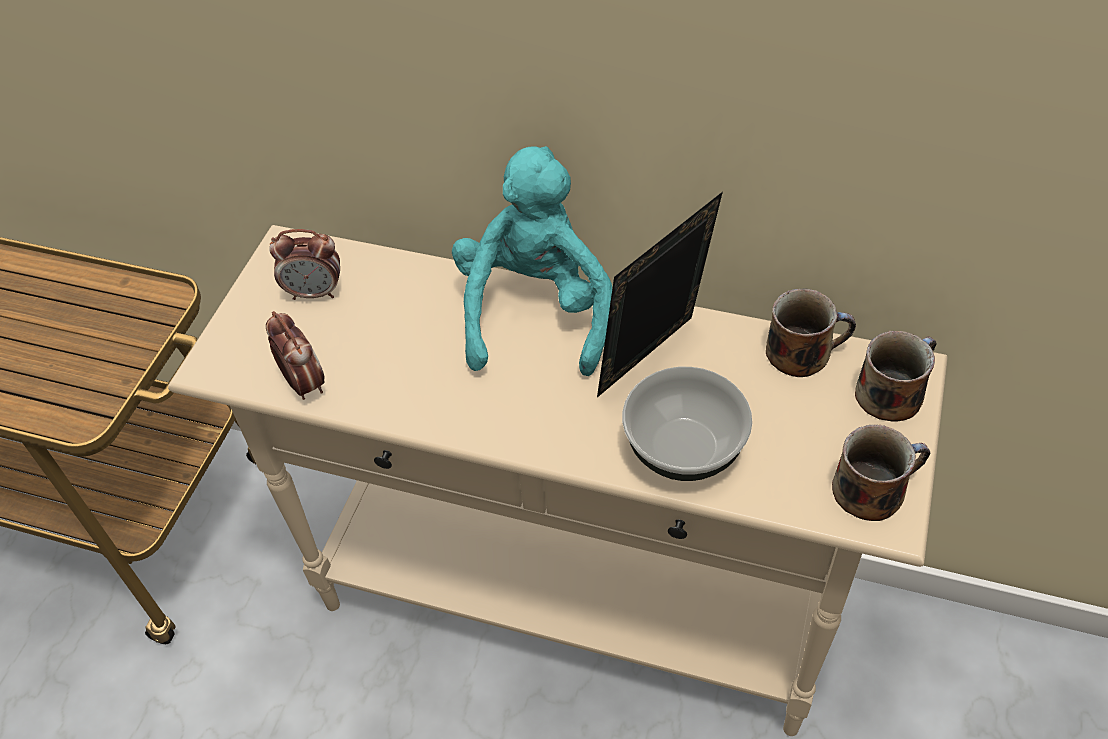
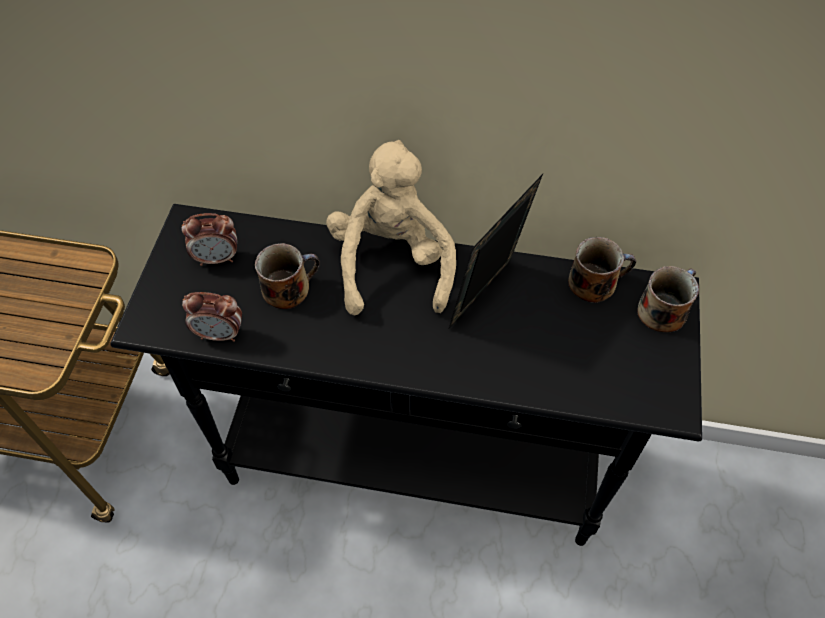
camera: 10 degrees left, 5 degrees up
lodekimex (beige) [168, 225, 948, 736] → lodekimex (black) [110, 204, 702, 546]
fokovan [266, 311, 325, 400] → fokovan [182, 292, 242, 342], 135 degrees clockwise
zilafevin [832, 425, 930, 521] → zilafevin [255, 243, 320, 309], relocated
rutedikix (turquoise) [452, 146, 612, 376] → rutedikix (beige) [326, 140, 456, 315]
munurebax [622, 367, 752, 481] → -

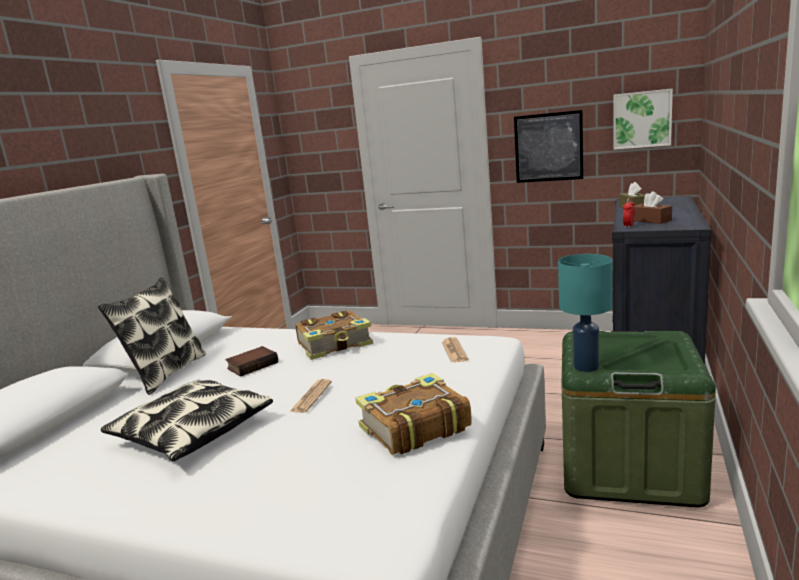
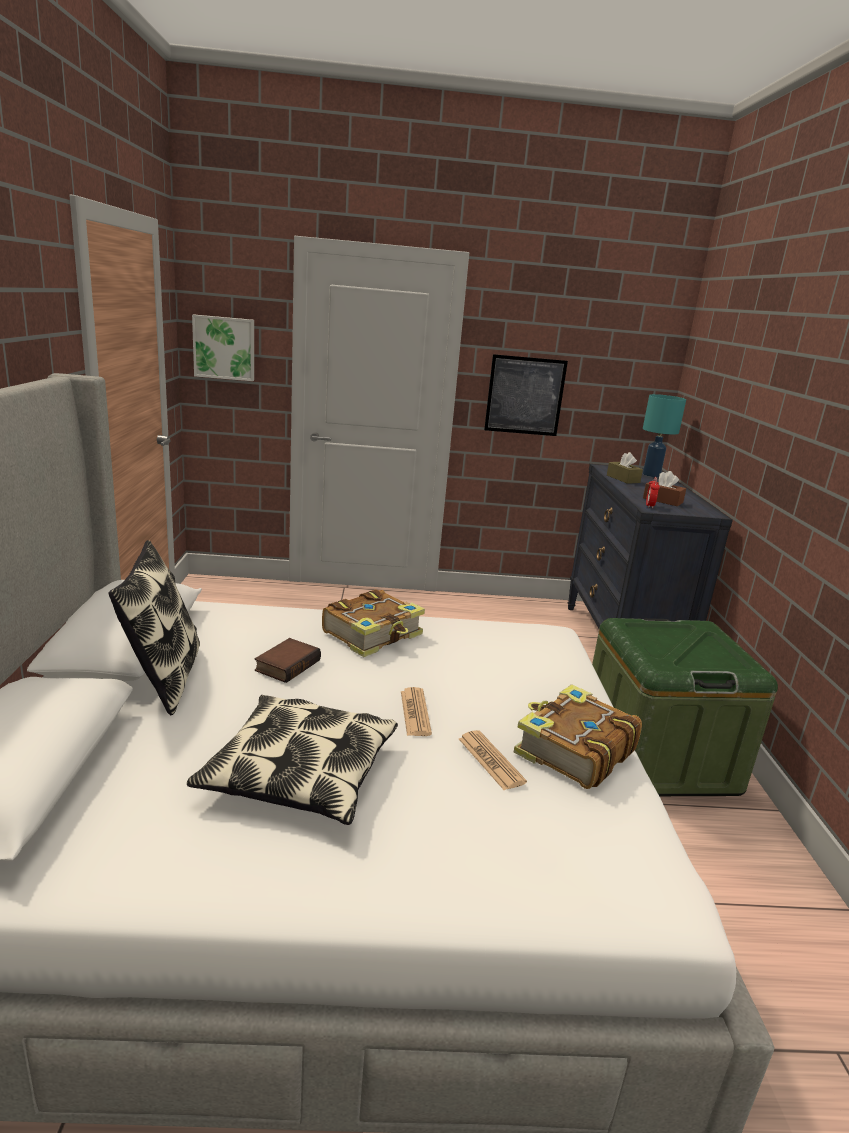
camera: 25 degrees left, 5 degrees up
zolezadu [613, 88, 673, 150] → zolezadu [192, 315, 254, 381], relocated
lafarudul [442, 337, 468, 363] → lafarudul [459, 730, 527, 790], relocated
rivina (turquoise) [558, 254, 613, 372] → rivina (turquoise) [643, 394, 686, 477], relocated

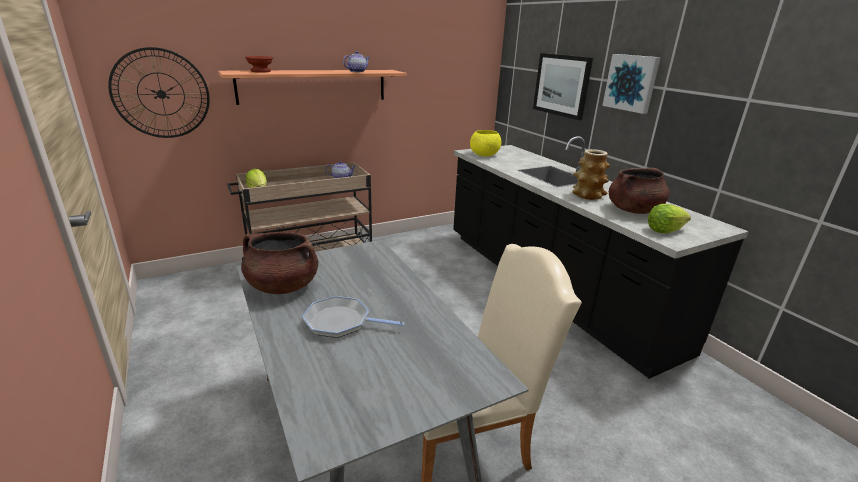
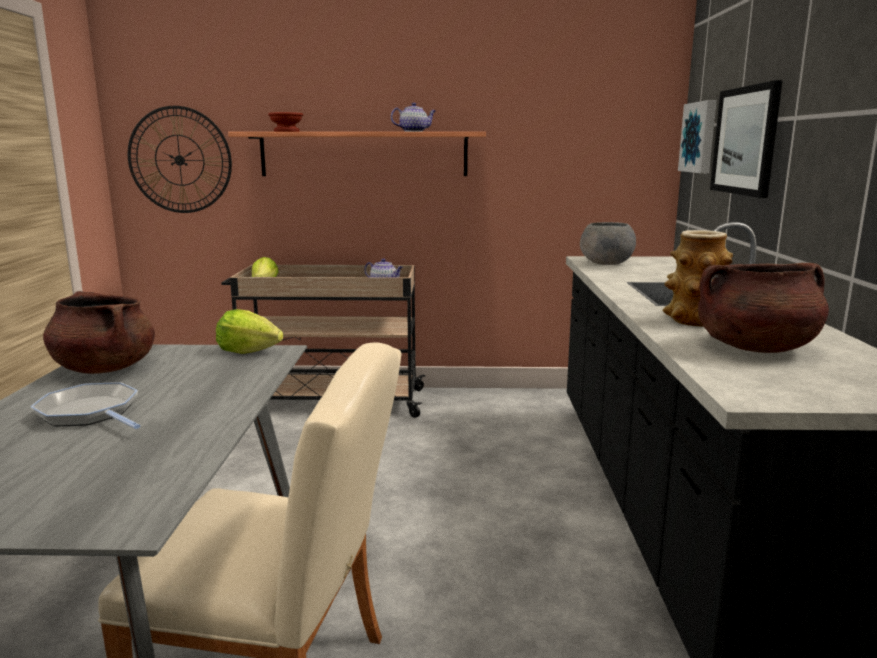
camera: 30 degrees right, 10 degrees down
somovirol [648, 204, 691, 233] → somovirol [216, 309, 283, 354], relocated
munurebax (yellow) [470, 130, 501, 156] → munurebax (grey) [580, 222, 636, 265]
zolezadu [602, 54, 661, 114] → zolezadu [678, 100, 717, 173], relocated

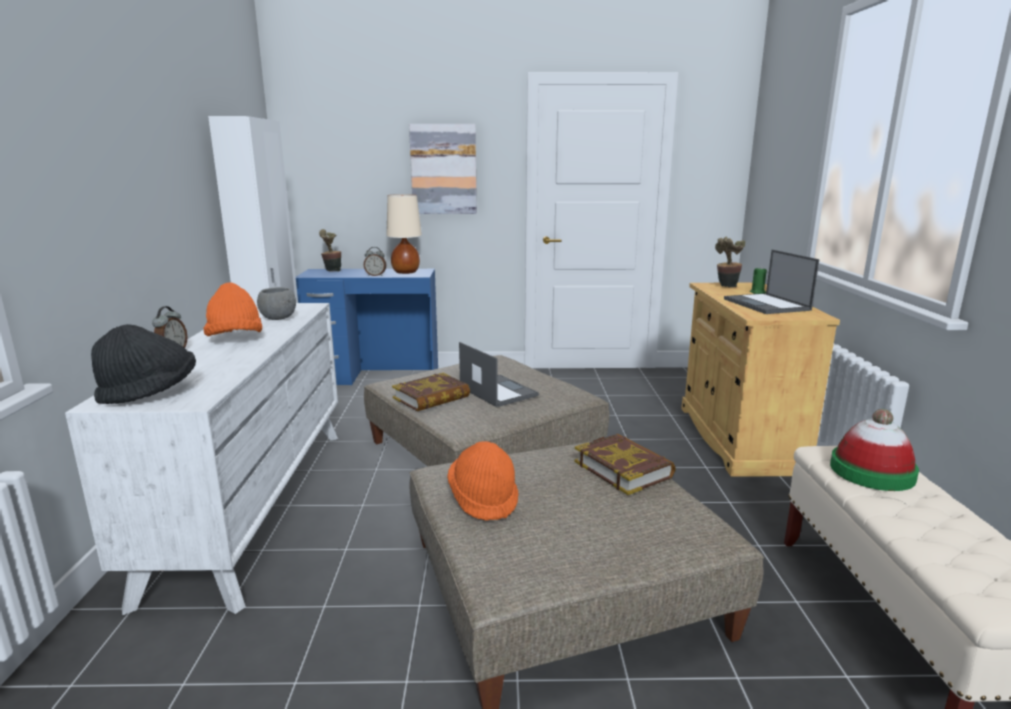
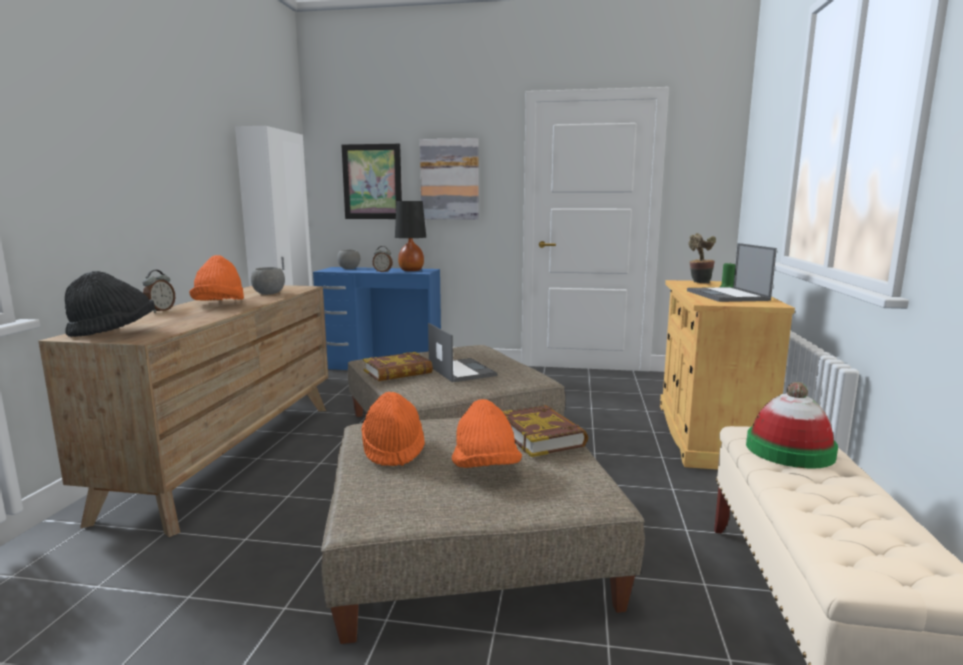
camera: 10 degrees right, 5 degrees down
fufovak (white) [65, 303, 338, 615] → fufovak (brown) [38, 285, 328, 537]
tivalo [319, 229, 341, 272] → munurebax (grey) [337, 249, 360, 269]
- → zolezadu [341, 144, 402, 219]
rivina (beige) [386, 194, 422, 274] → rivina (black) [395, 201, 426, 271]
- → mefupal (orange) [452, 399, 522, 468]

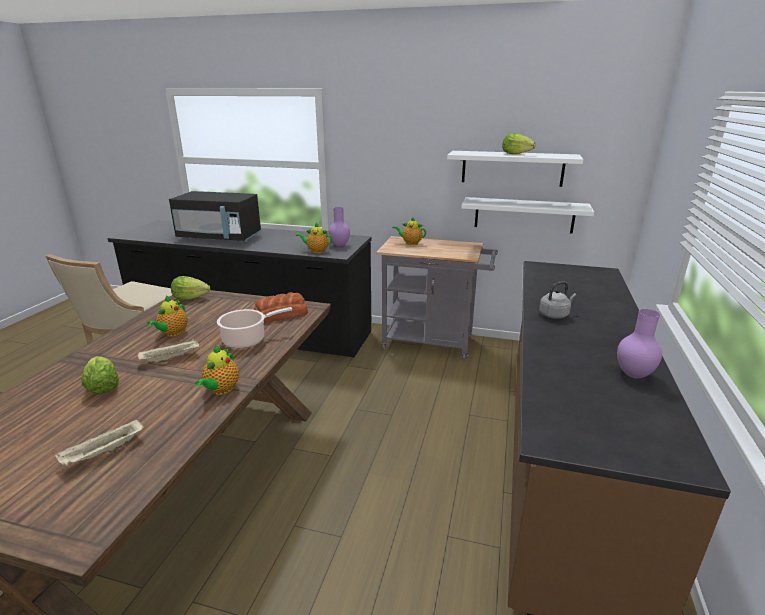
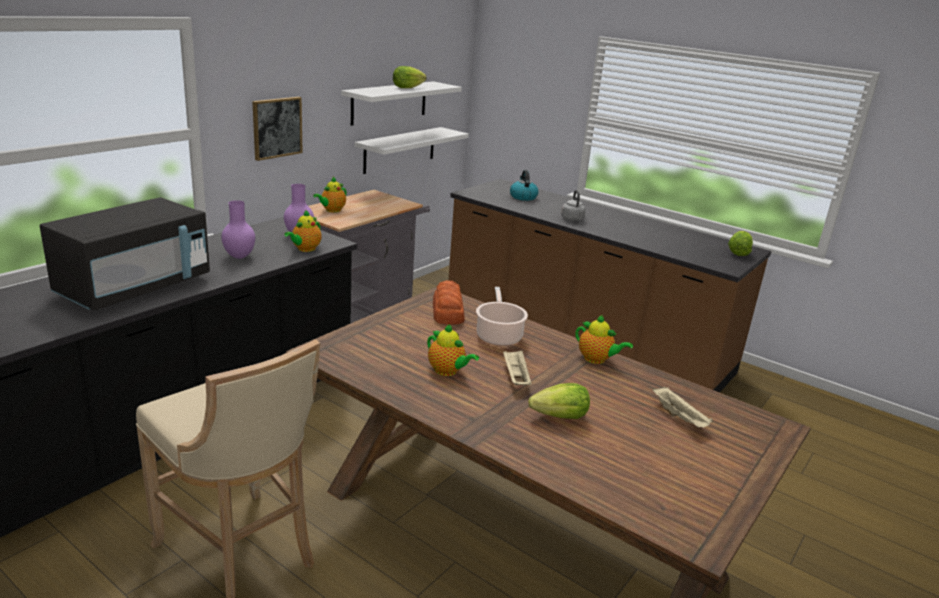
camera: 70 degrees left, 0 degrees up
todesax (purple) [617, 309, 662, 378] → todesax (purple) [221, 200, 255, 259], relocated
- → zolezadu [252, 97, 303, 161]
- → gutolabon [510, 170, 539, 201]
somovirol [171, 276, 210, 299] → somovirol [728, 231, 753, 256], relocated

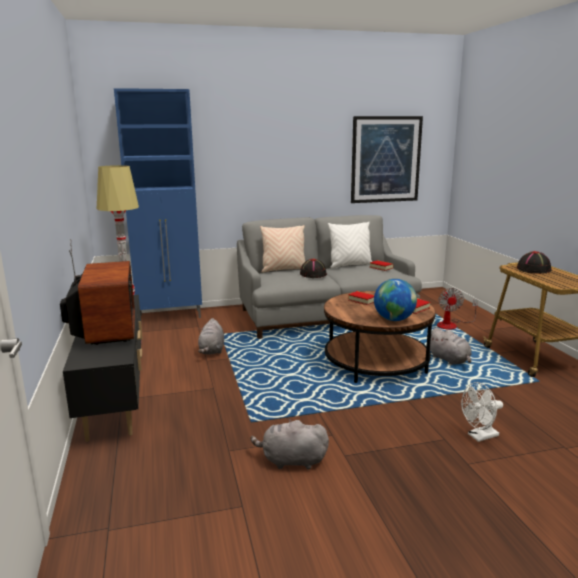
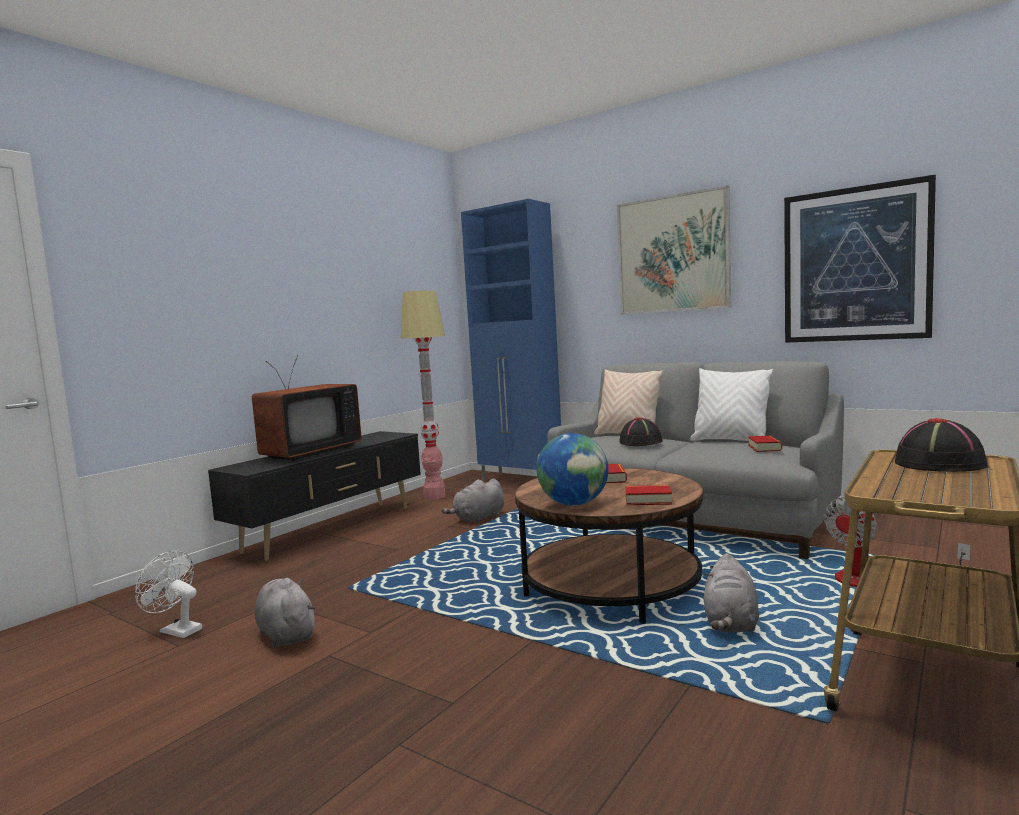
camera: 50 degrees right, 10 degrees down
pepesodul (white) [461, 382, 503, 442] → pepesodul (white) [135, 551, 202, 638], relocated
- → zolezadu [617, 185, 731, 315]

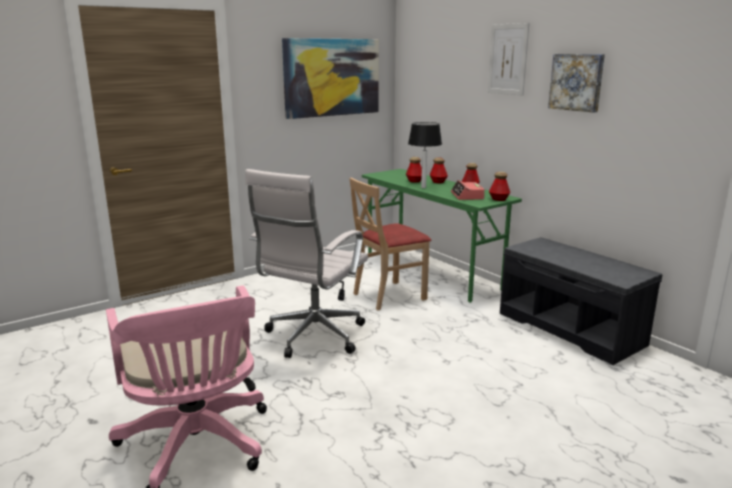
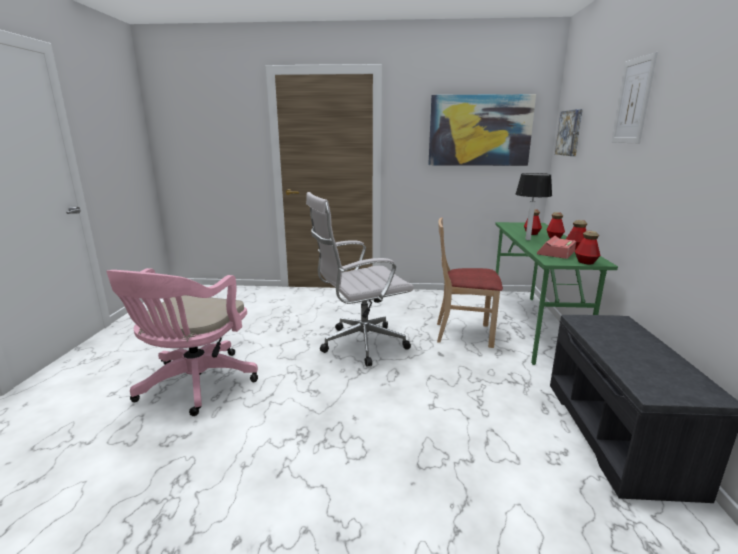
camera: 40 degrees right, 0 degrees up
zolezadu [548, 54, 605, 113] → zolezadu [555, 109, 583, 156], relocated

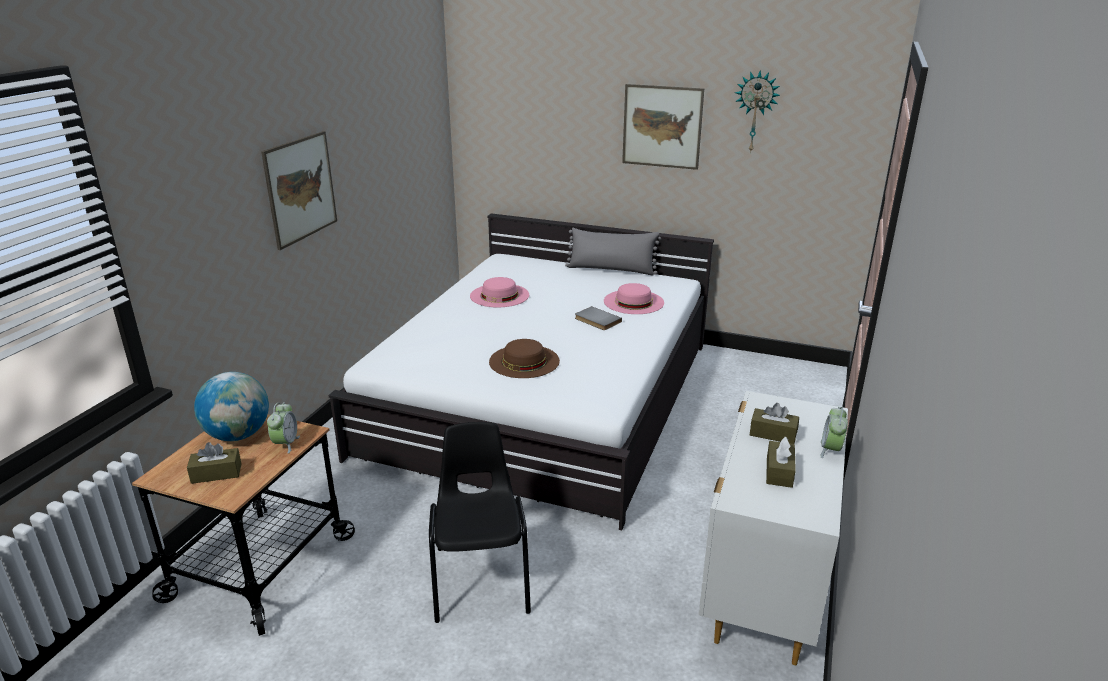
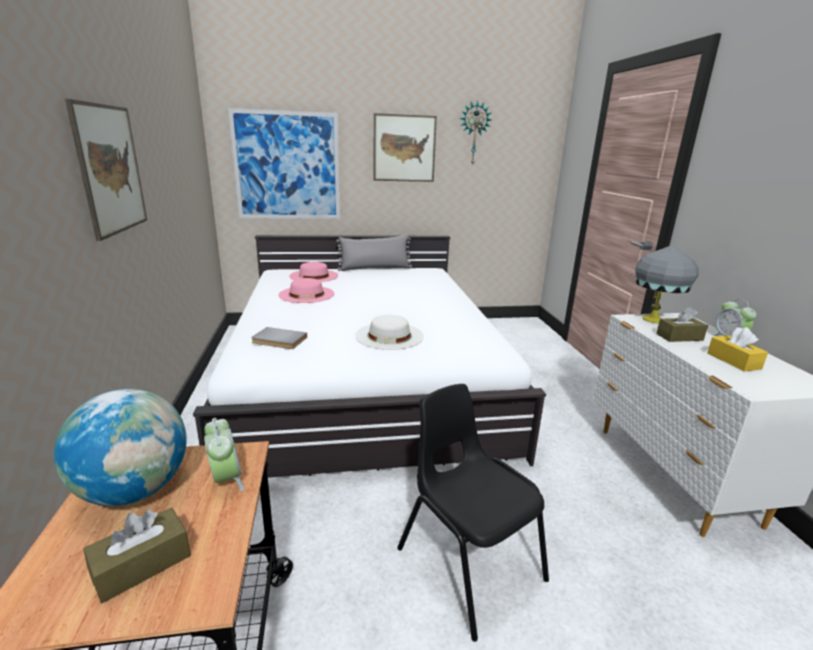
camera: 30 degrees left, 5 degrees down
- → zolezadu [228, 108, 340, 219]
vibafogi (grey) [575, 306, 622, 330] → vibafogi (grey) [251, 327, 307, 349], relocated
mefupal (pink) [604, 283, 664, 314] → mefupal (pink) [289, 262, 338, 282], relocated
mefupal (brown) [489, 339, 560, 378] → mefupal (white) [355, 315, 424, 350]
- → rivina (grey) [635, 245, 699, 323]
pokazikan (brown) [766, 437, 796, 488] → pokazikan (yellow) [707, 327, 768, 372]

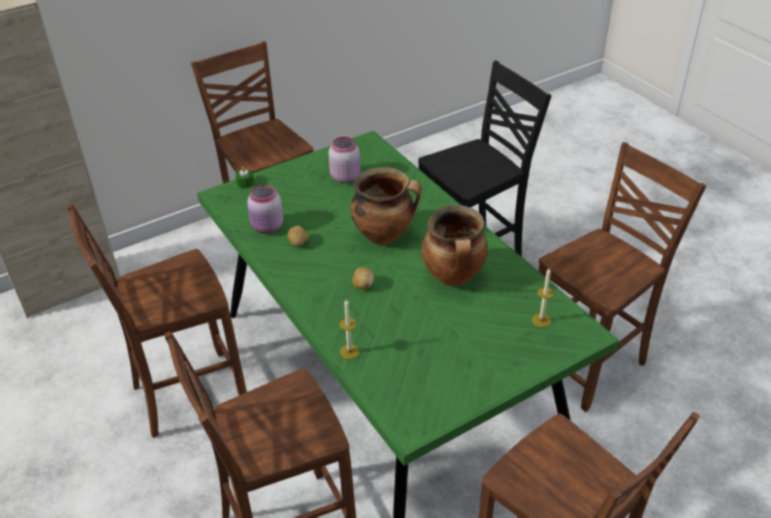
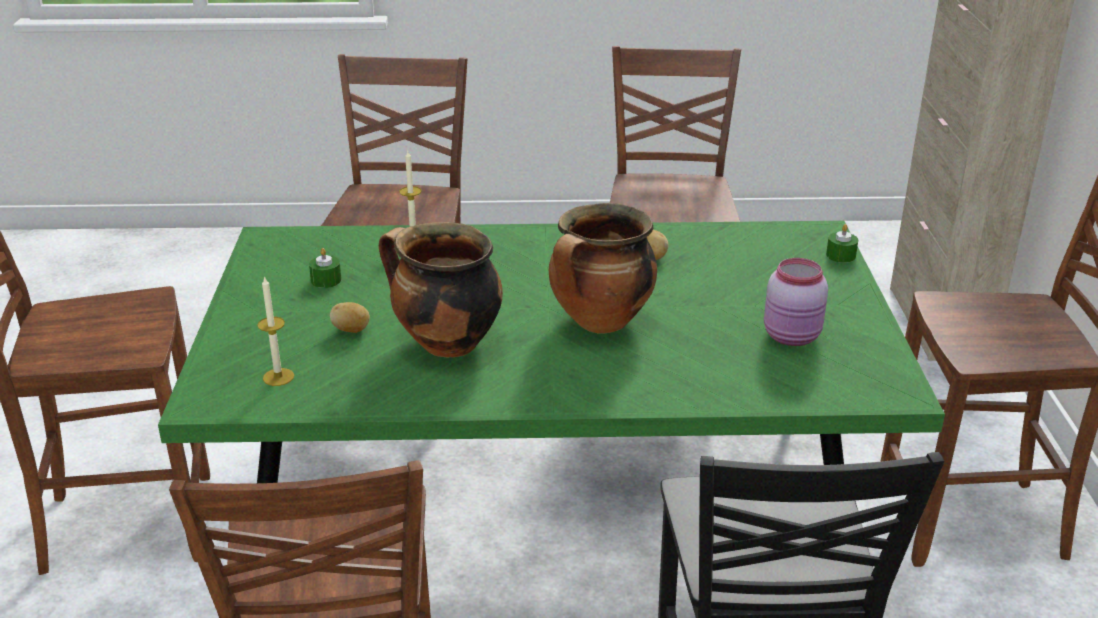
camera: 120 degrees right, 10 degrees down
- → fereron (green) [309, 248, 341, 288]
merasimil [352, 267, 374, 290] → merasimil [330, 302, 370, 333], relocated
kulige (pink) [247, 184, 283, 234] → -

